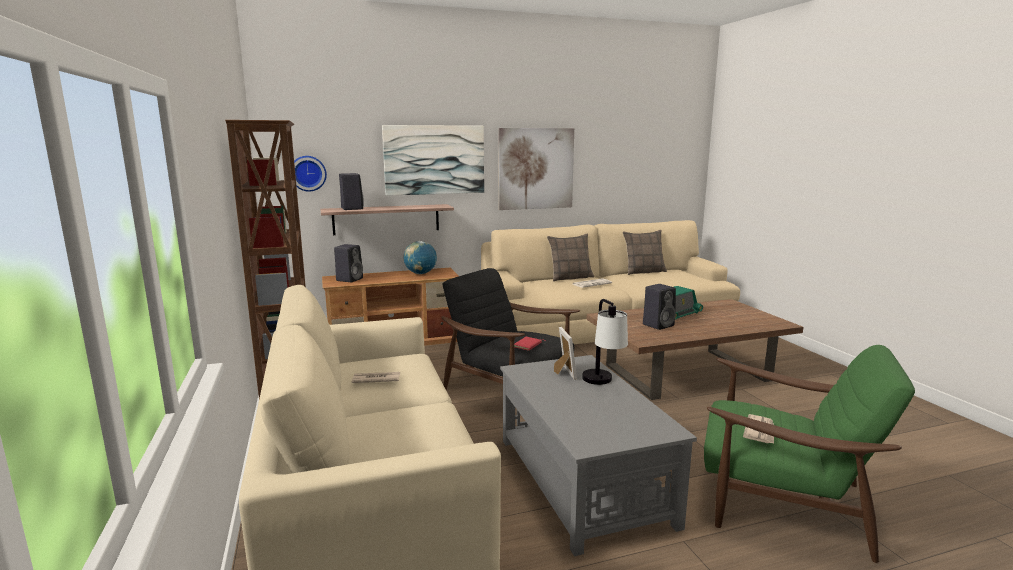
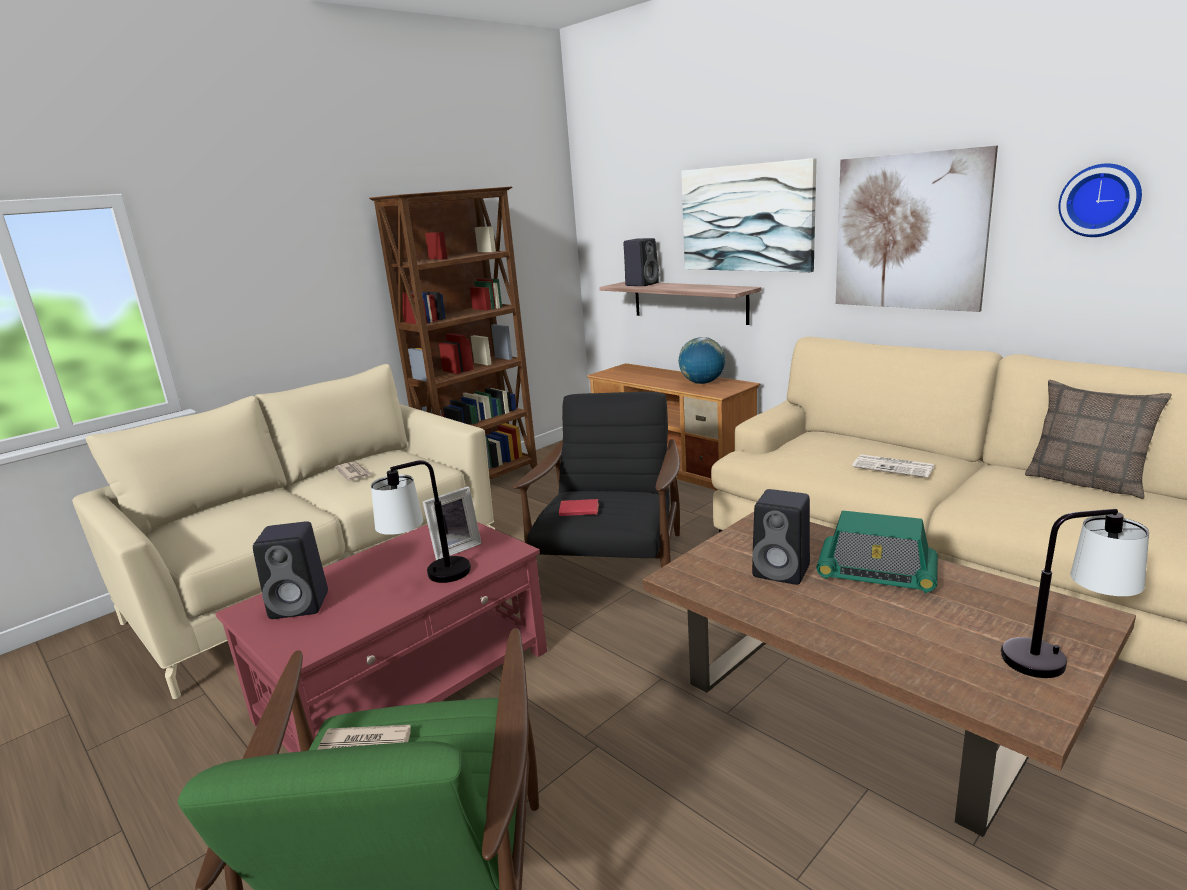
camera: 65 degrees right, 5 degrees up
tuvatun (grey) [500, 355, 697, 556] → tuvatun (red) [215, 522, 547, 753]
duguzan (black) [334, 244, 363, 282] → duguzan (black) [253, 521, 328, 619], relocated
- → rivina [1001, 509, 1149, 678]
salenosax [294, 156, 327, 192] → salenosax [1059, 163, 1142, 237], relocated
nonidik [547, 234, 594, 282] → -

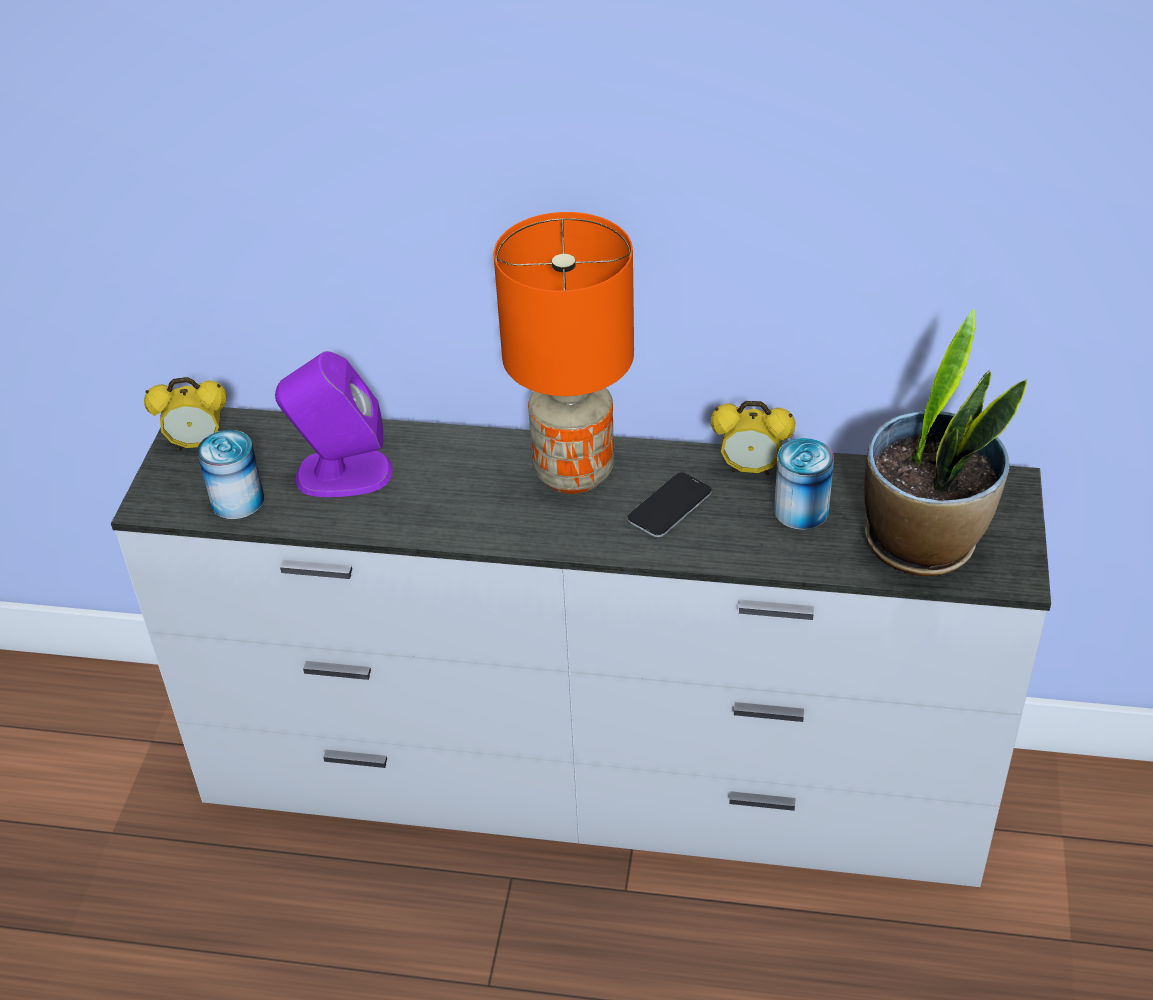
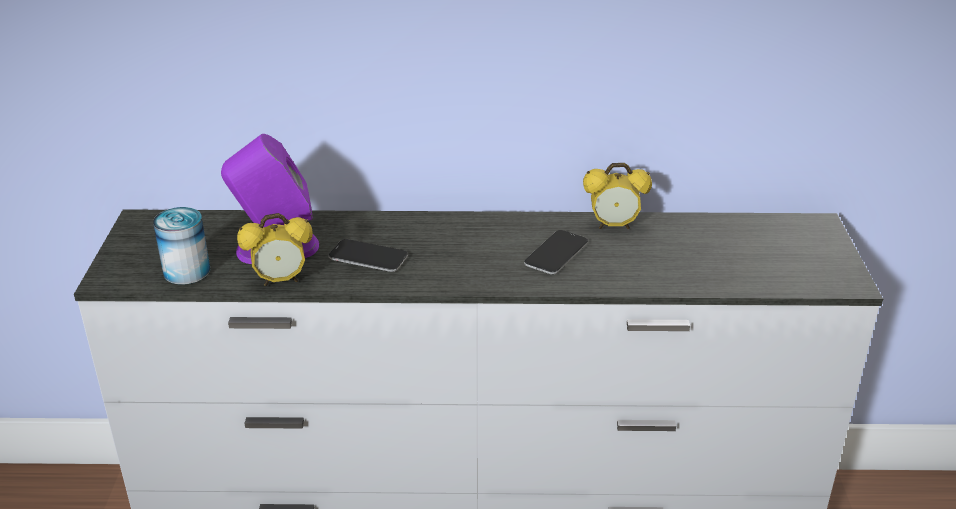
camera: 10 degrees left, 10 degrees down
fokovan [144, 377, 227, 451] → fokovan [237, 213, 313, 286], relocated
- → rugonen [328, 239, 408, 272]
rivina (orange) [493, 212, 634, 494] → -
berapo [774, 438, 834, 530] → -
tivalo [864, 309, 1027, 576] → -

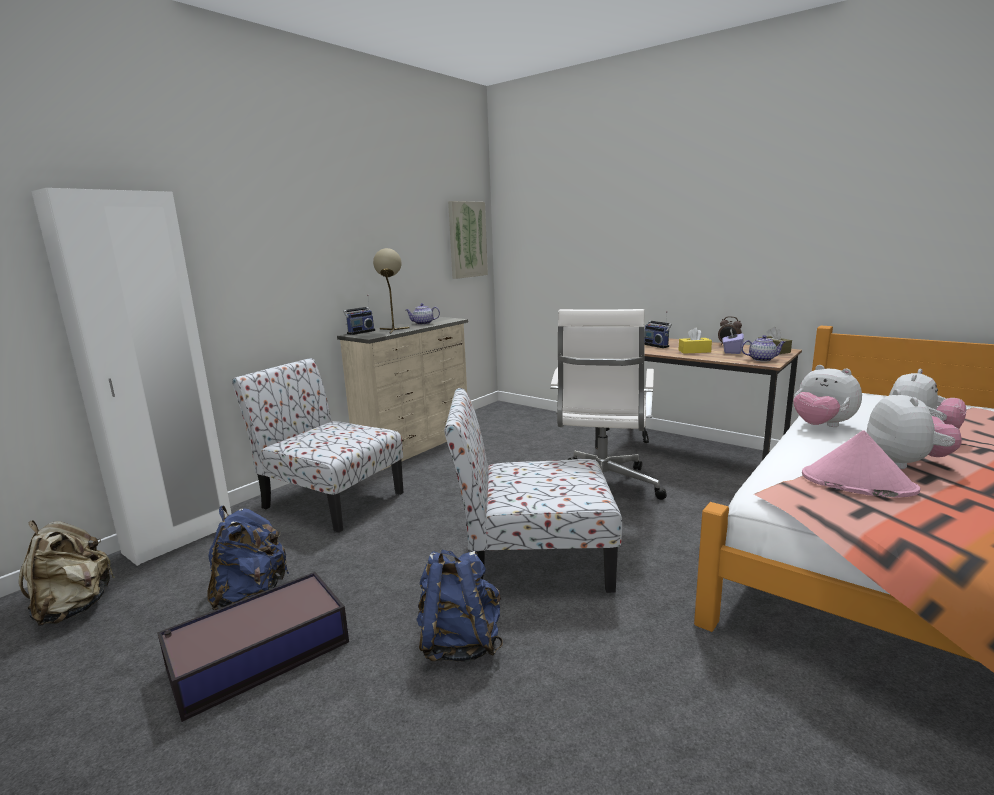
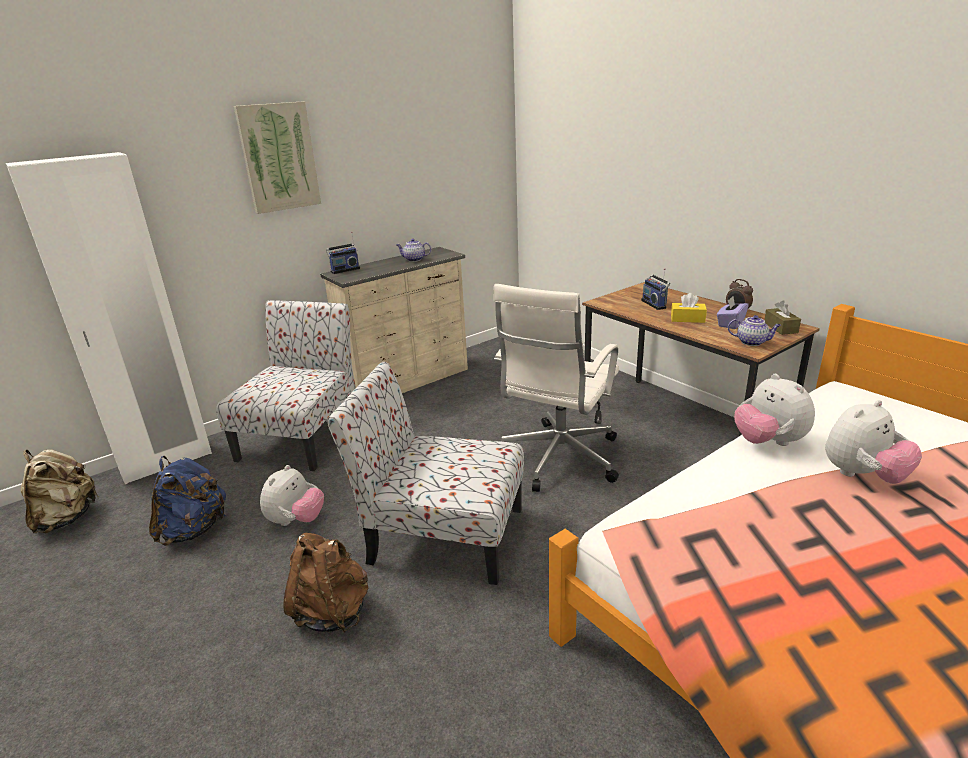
camera: 15 degrees right, 10 degrees up
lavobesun [232, 358, 404, 533] → lavobesun [216, 300, 355, 471], 60 degrees clockwise
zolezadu [448, 201, 488, 279] → zolezadu [234, 101, 321, 214], relocated
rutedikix [867, 389, 962, 469] → rutedikix [260, 465, 324, 526], relocated
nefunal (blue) [416, 550, 503, 662] → nefunal (brown) [283, 533, 368, 632]
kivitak [157, 572, 349, 722] → -
rivina (beige) [373, 248, 410, 334] → -
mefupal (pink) [802, 430, 920, 498] → -

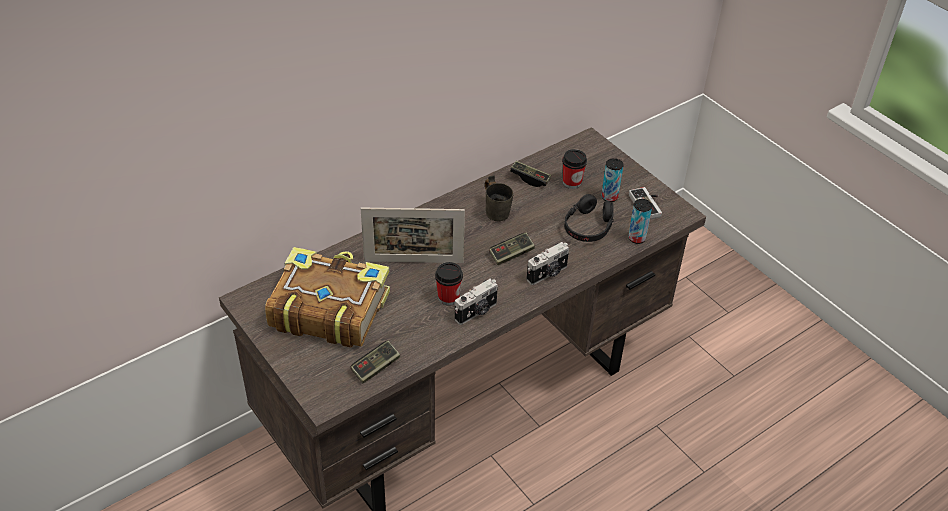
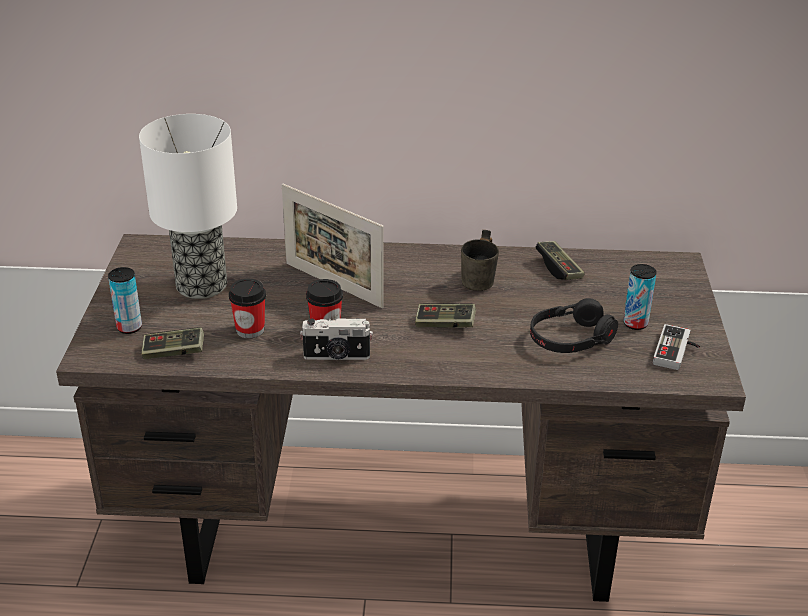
camera: 40 degrees right, 10 degrees down
berapo [628, 199, 652, 244] → berapo [108, 267, 142, 334], relocated
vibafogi [265, 247, 390, 348] → rivina [139, 114, 237, 299]
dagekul [562, 149, 587, 189] → dagekul [229, 279, 266, 338], relocated
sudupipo [526, 242, 569, 285] → -

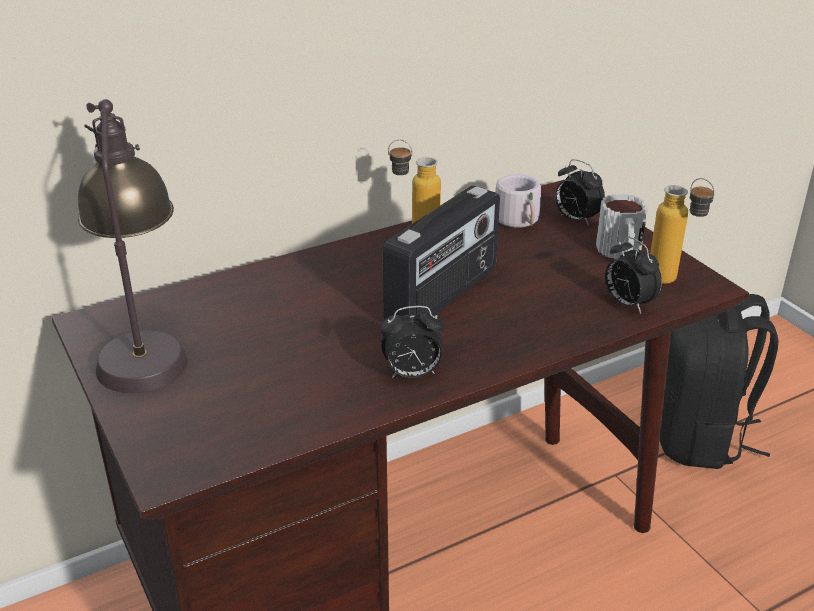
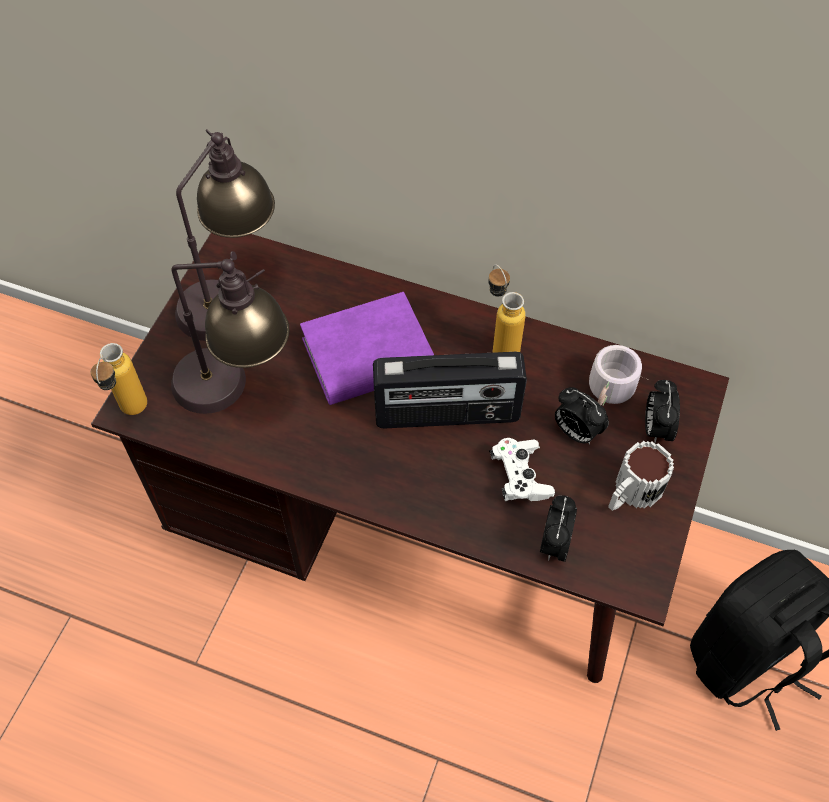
camera: 50 degrees right, 25 degrees up
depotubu [650, 178, 715, 284] → depotubu [91, 343, 147, 415], relocated
- → rivina [171, 251, 290, 414]
- → vibafogi (purple) [300, 292, 434, 405]
- → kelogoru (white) [489, 438, 555, 501]
fokovan [381, 306, 444, 378] → fokovan [555, 387, 609, 444], relocated

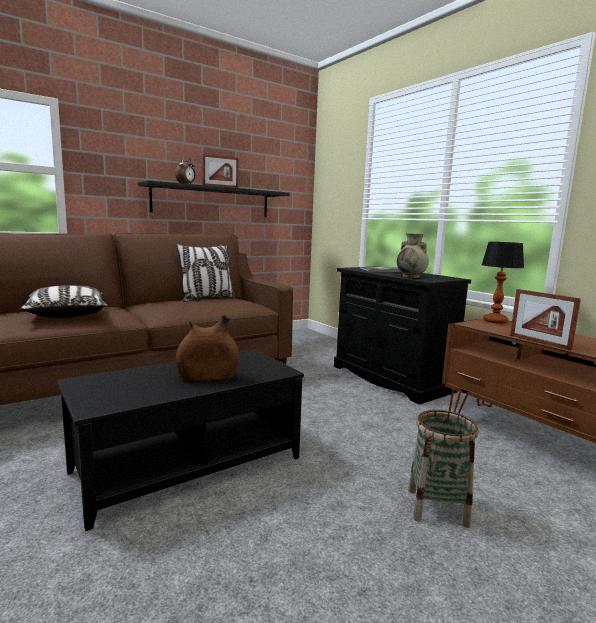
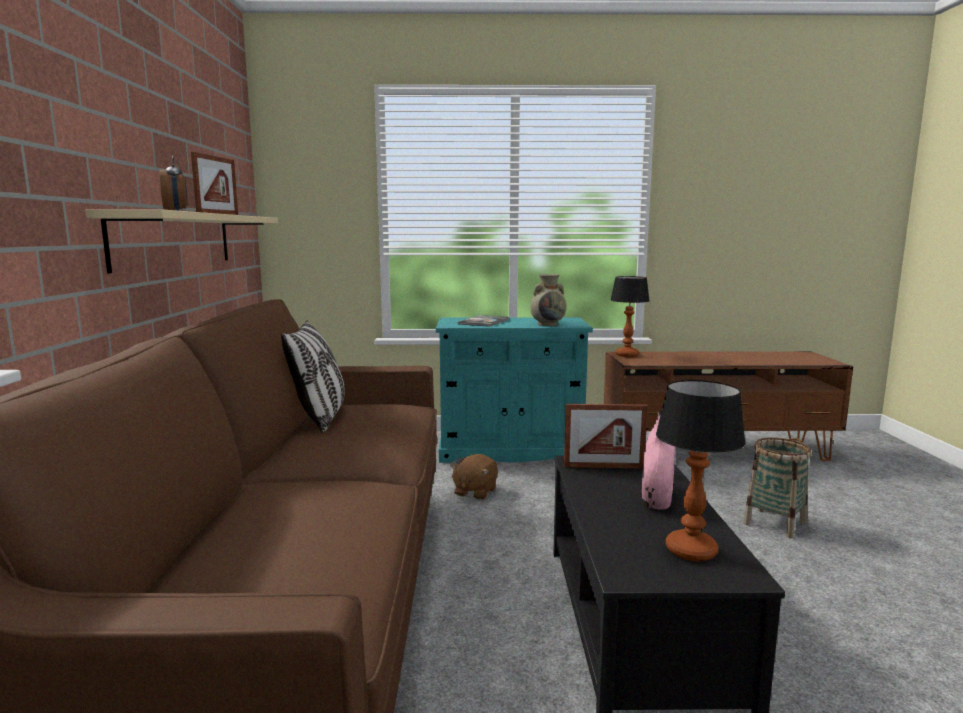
camera: 55 degrees left, 0 degrees up
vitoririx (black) [138, 180, 290, 217] → vitoririx (beige) [85, 209, 278, 274]
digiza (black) [334, 266, 471, 404] → digiza (turquoise) [436, 317, 593, 463]
- → rutedikix (brown) [450, 454, 498, 500]
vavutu [510, 289, 581, 351] → vavutu [564, 404, 648, 468], relocated
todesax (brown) [176, 315, 239, 382] → todesax (pink) [642, 412, 675, 510]
- → rivina [656, 380, 746, 561]
nonidik [20, 285, 108, 318] → -

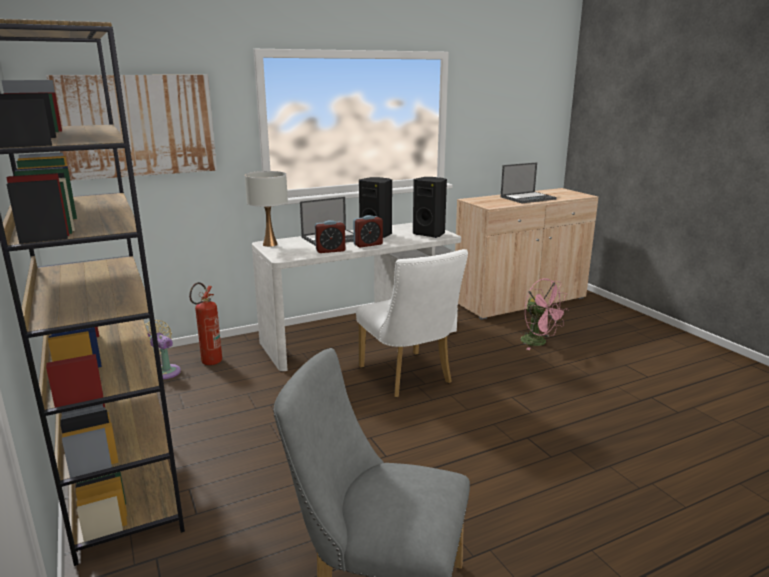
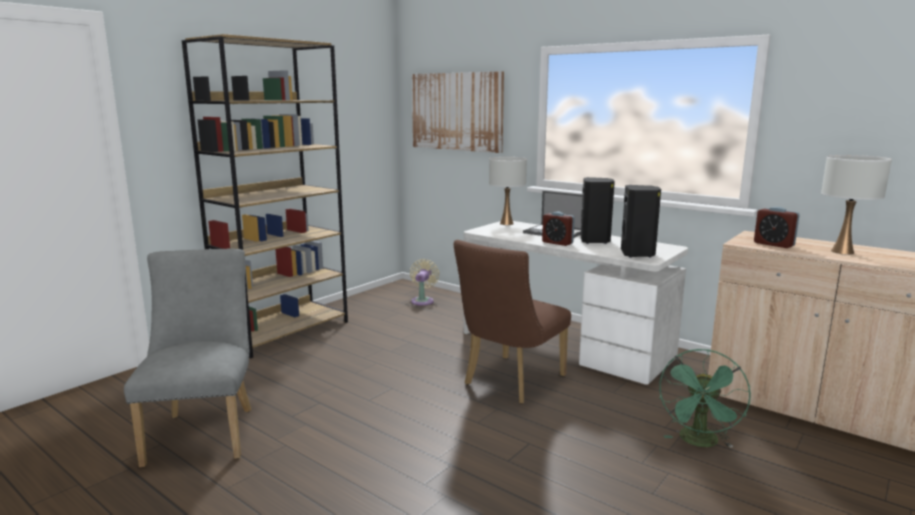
camera: 65 degrees right, 5 degrees down
lavobesun (white) [356, 249, 468, 398] → lavobesun (brown) [453, 240, 571, 404]
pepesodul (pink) [521, 278, 569, 350] → pepesodul (green) [659, 349, 751, 448]
fokovan [315, 220, 345, 253] → fokovan [754, 207, 800, 248], relocated
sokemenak [501, 162, 557, 203] → rivina (white) [821, 155, 892, 255]
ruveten [189, 282, 222, 365] → -

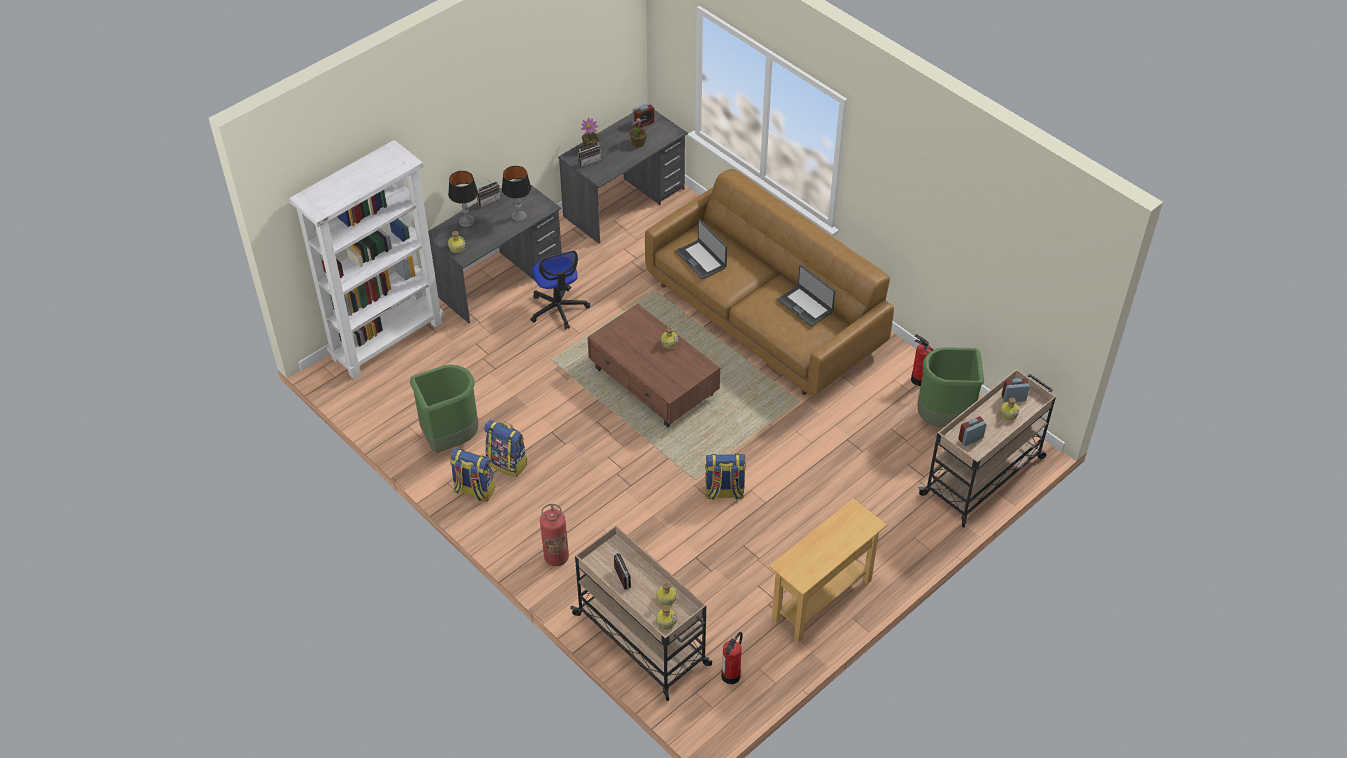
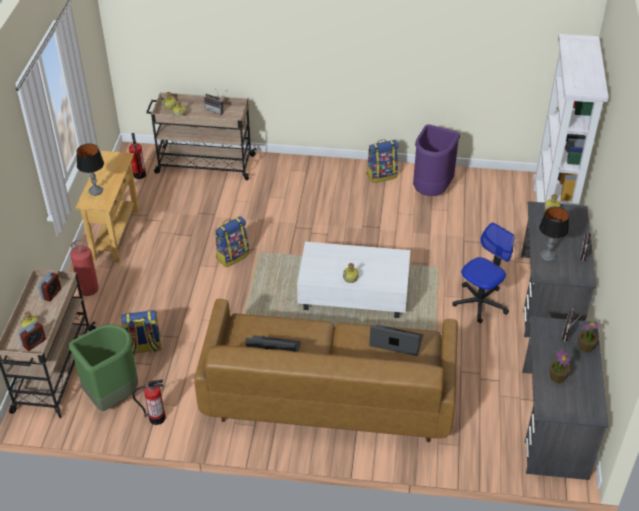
camera: 140 degrees right, 5 degrees down
ruveten [540, 504, 569, 566] → ruveten [70, 240, 99, 296], relocated
rivina [448, 171, 478, 227] → rivina [76, 144, 104, 196], relocated
nefunal [484, 420, 528, 477] → nefunal [121, 310, 162, 356], relocated
tuvatun (brown) [587, 304, 720, 427] → tuvatun (white) [297, 242, 410, 318]
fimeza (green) [410, 365, 478, 453] → fimeza (purple) [413, 124, 460, 196]
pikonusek [530, 251, 590, 329] → pikonusek [452, 223, 514, 323], 105 degrees clockwise
fokovan [633, 103, 654, 128] → -

